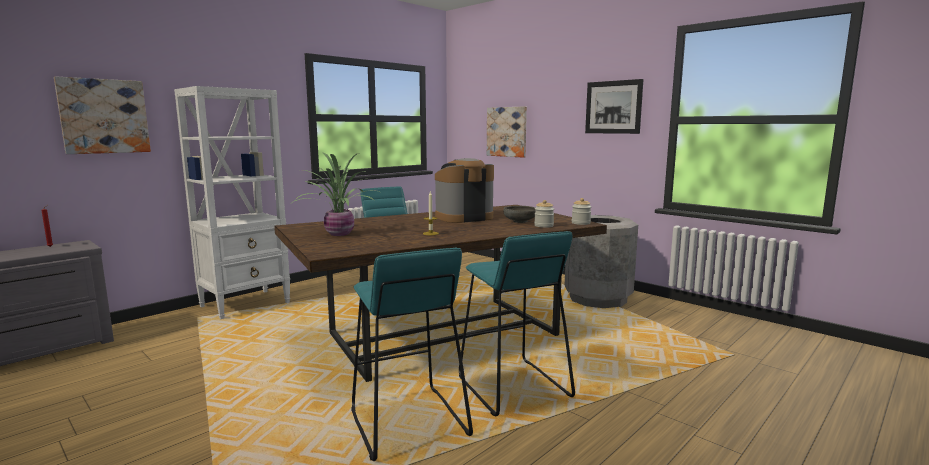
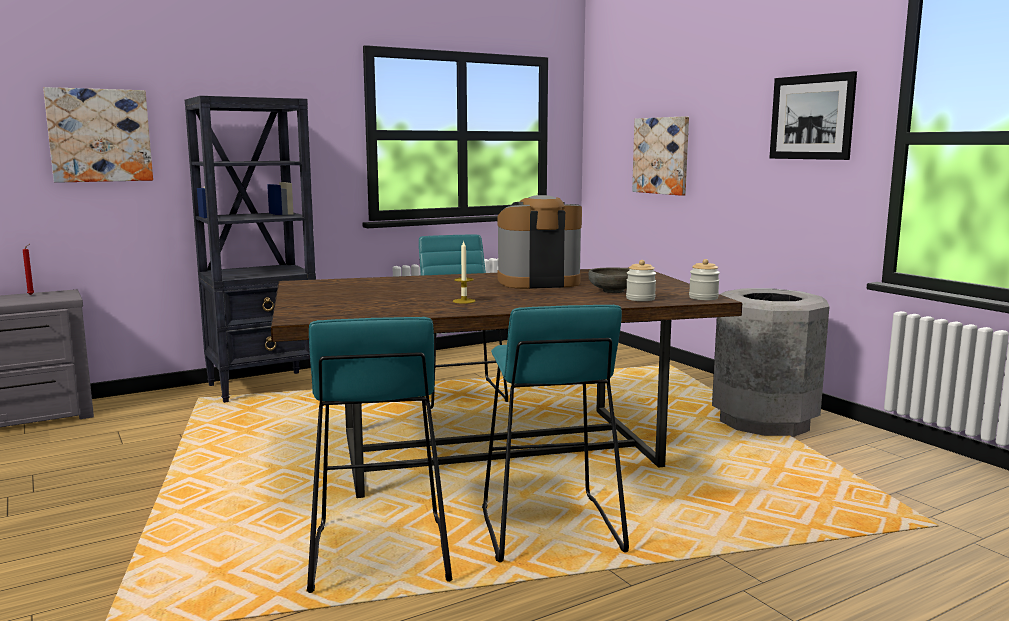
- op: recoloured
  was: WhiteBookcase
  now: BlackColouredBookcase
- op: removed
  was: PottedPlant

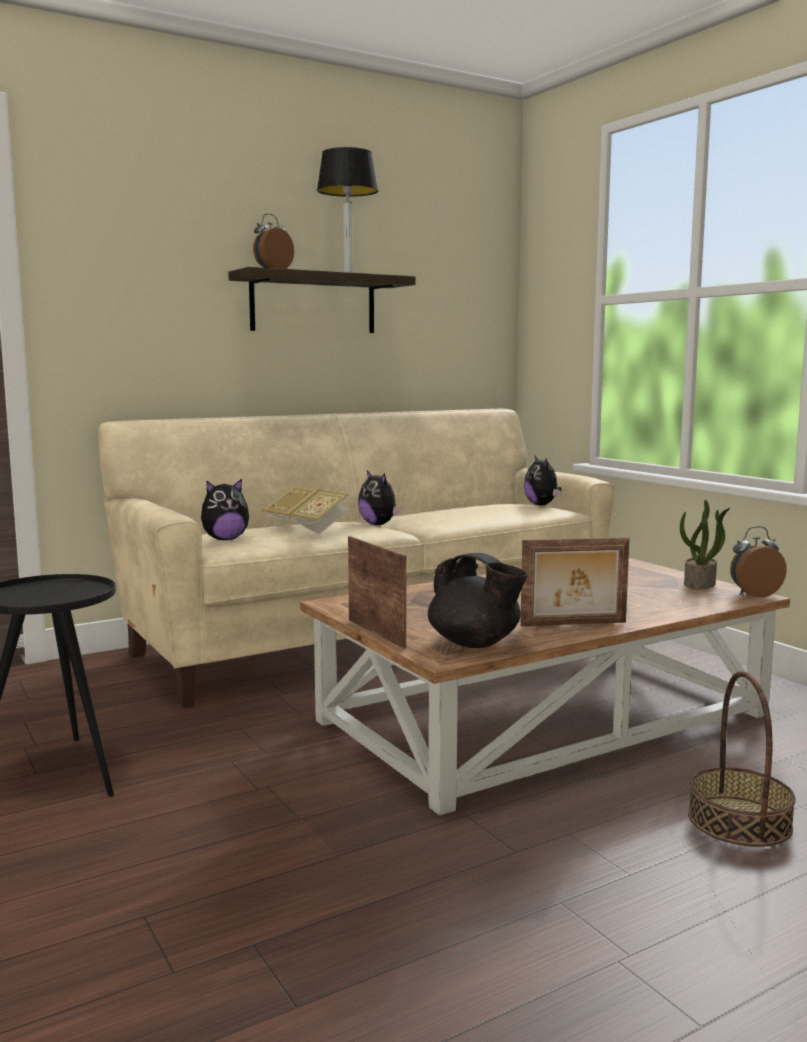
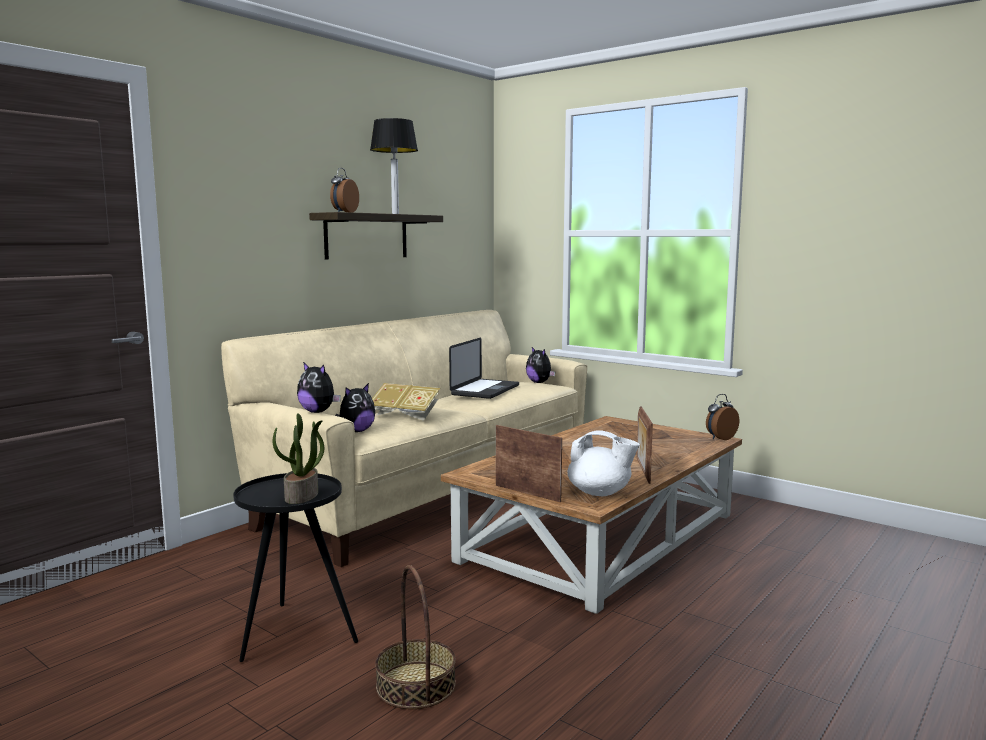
- op: moved
  was: PottedPlant
- op: moved
  was: PlushToy (2nd from left in the first image)
  now: PlushToy (1st from left)
- op: moved
  was: HouseholdBasket
- op: added
  now: Laptop
- op: recoloured
  was: BlackColouredPotForTea
  now: WhitePotForTea
- op: turned
  was: PhotoFrame (2nd from left)
  clockwise: 120

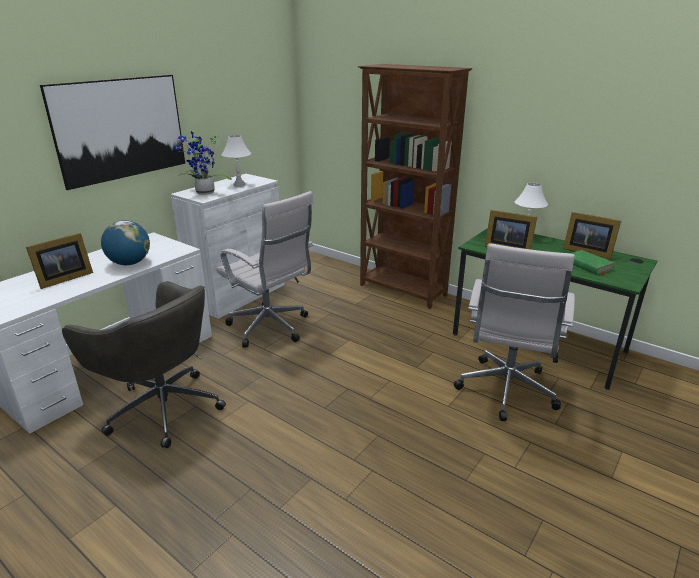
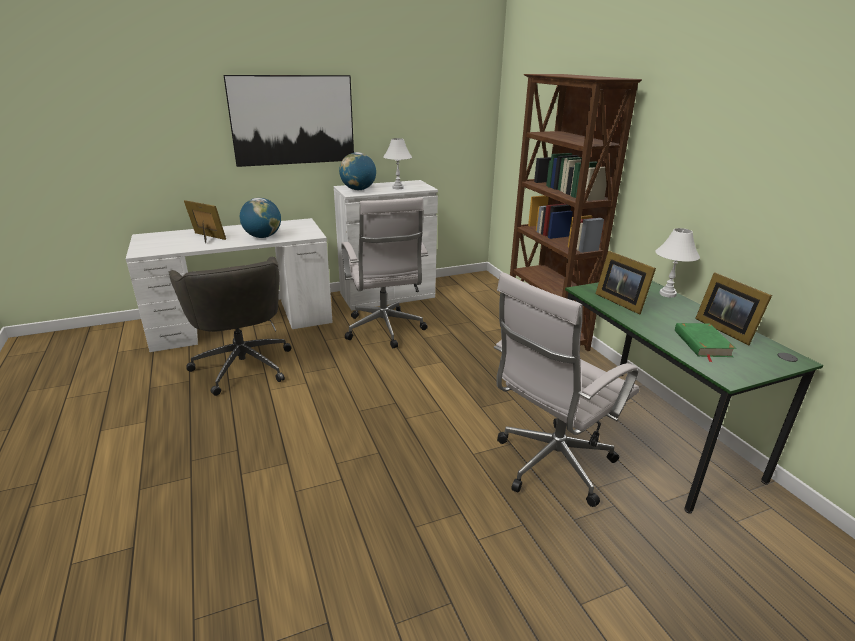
- op: turned
  was: PhotoFrame (1st from left)
  clockwise: -135
- op: replaced
  was: PottedPlant
  now: DeskGlobe (2nd from left)

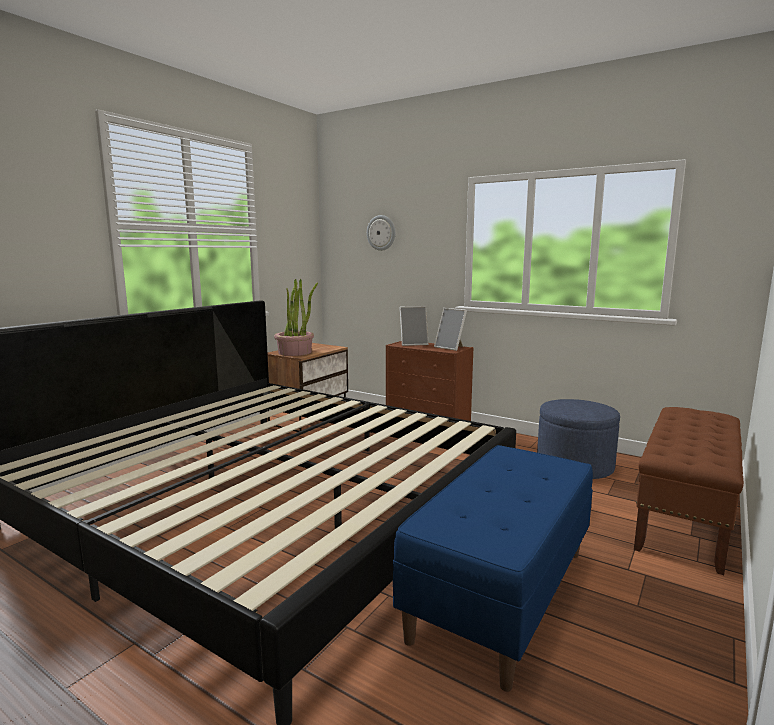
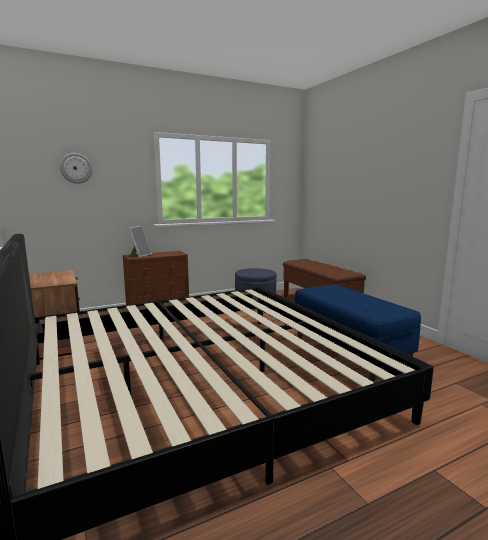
- op: removed
  was: PottedPlant
- op: removed
  was: PhotoFrame (2nd from left)

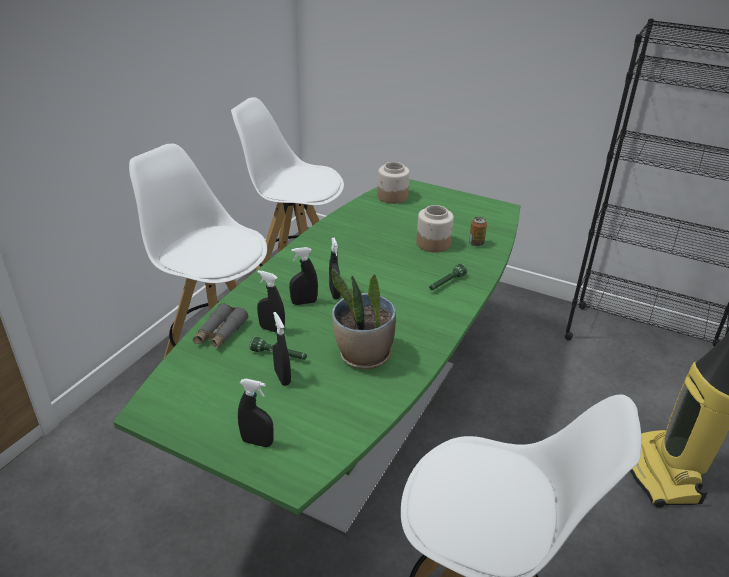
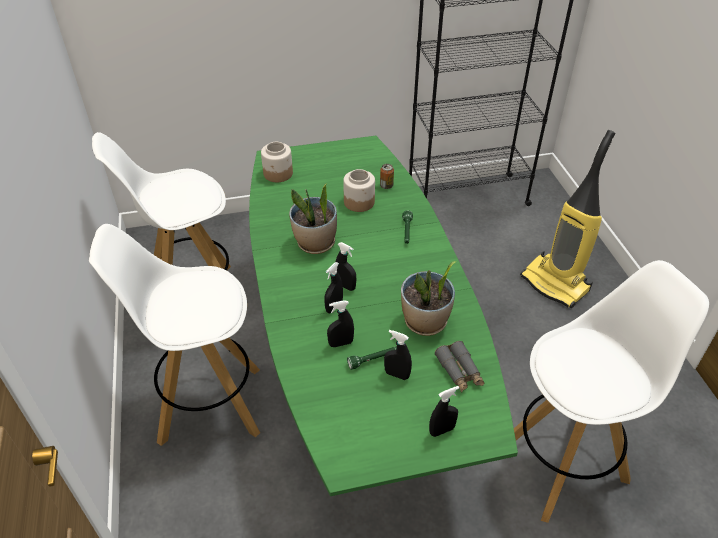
- op: added
  now: PottedPlant (1st from left)
- op: moved
  was: GrayPairOfBinoculars

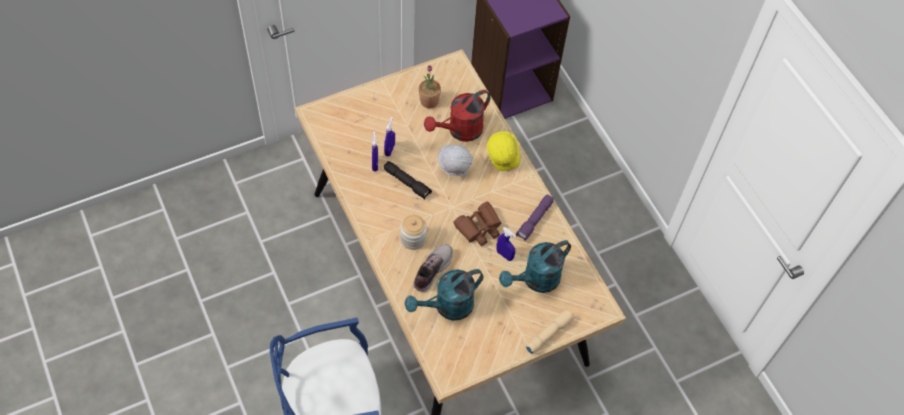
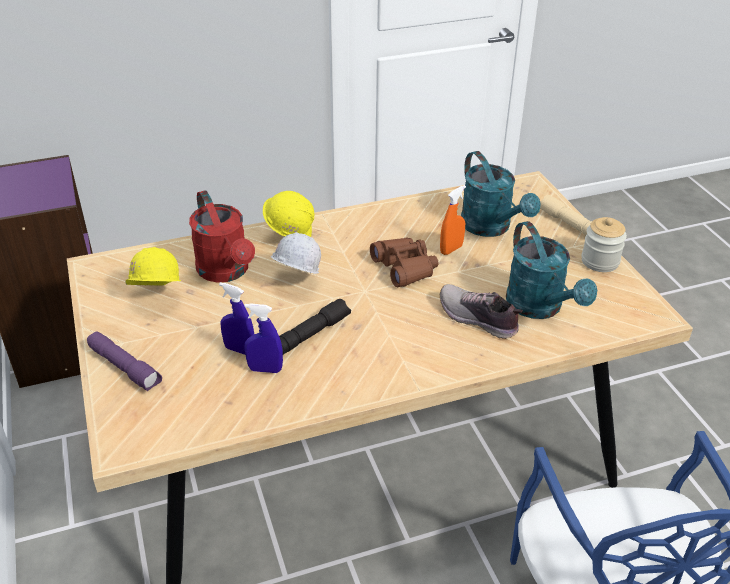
- op: moved
  was: PurpleFlashlight
- op: replaced
  was: PottedPlant
  now: YellowishHardHat (1st from left)
- op: recoloured
  was: BlueSprayBottle (3rd from left)
  now: OrangeColouredSprayBottle
- op: moved
  was: PreserveJar

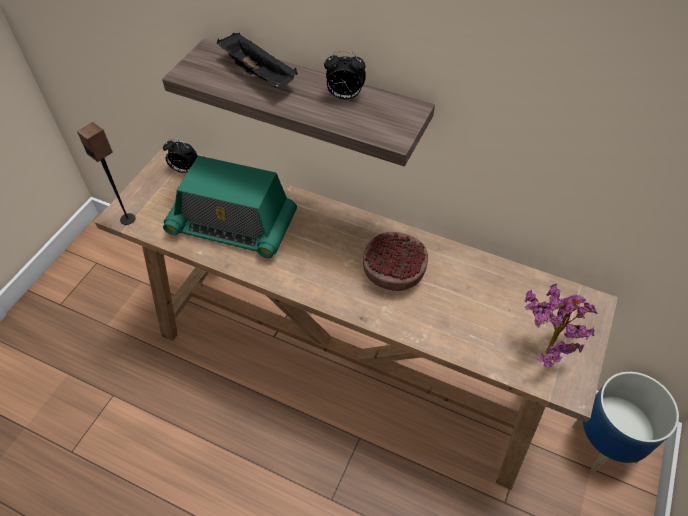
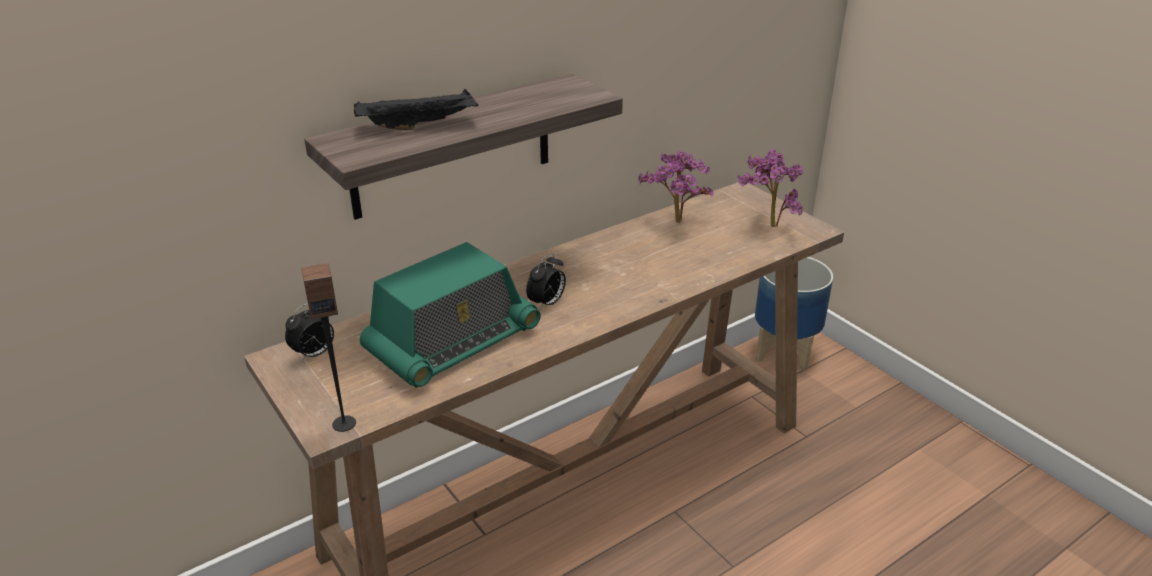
- op: moved
  was: AlarmClock (2nd from left)
- op: added
  now: PottedPlant (1st from left)
- op: removed
  was: DeepDish

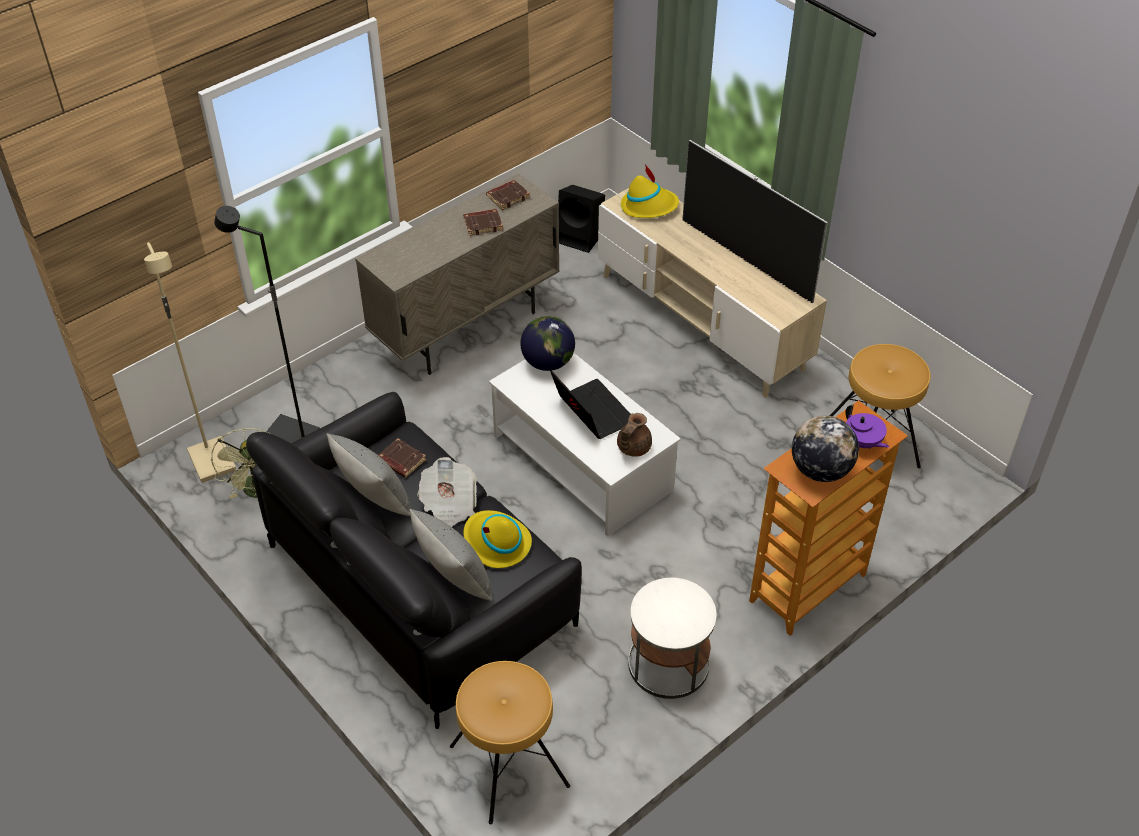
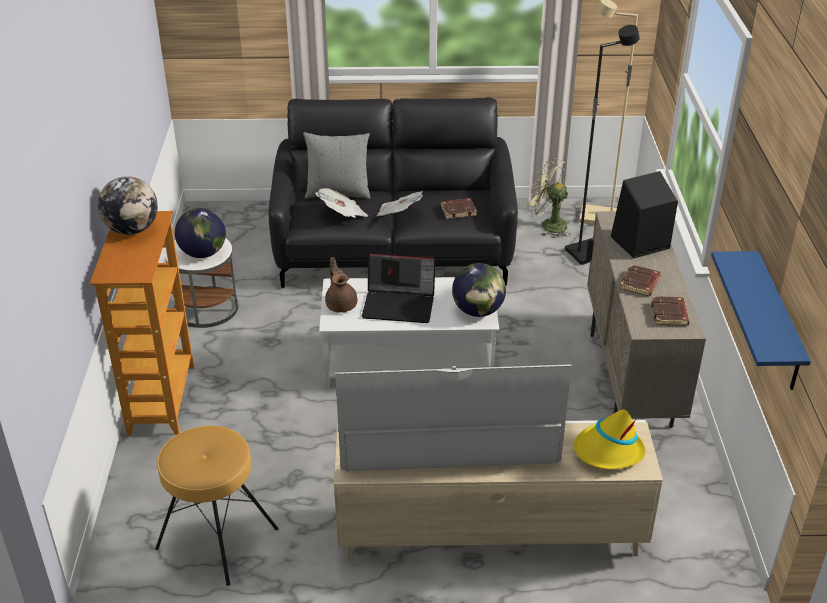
- op: added
  now: DeskGlobe (2nd from left)
- op: replaced
  was: YellowishClothingHat (1st from left)
  now: DailyPaper (1st from left)
- op: moved
  was: BlackColouredAudioSpeaker
- op: added
  now: BlueShelf
- op: removed
  was: GrayPillow (1st from left)
- op: removed
  was: BrownColouredSittingStool (1st from left)
- op: removed
  was: PurplePotForTea

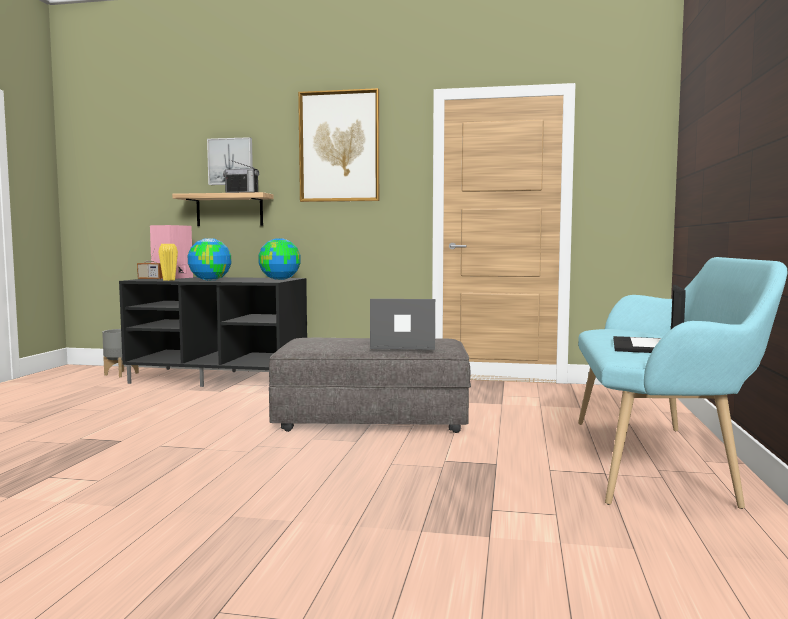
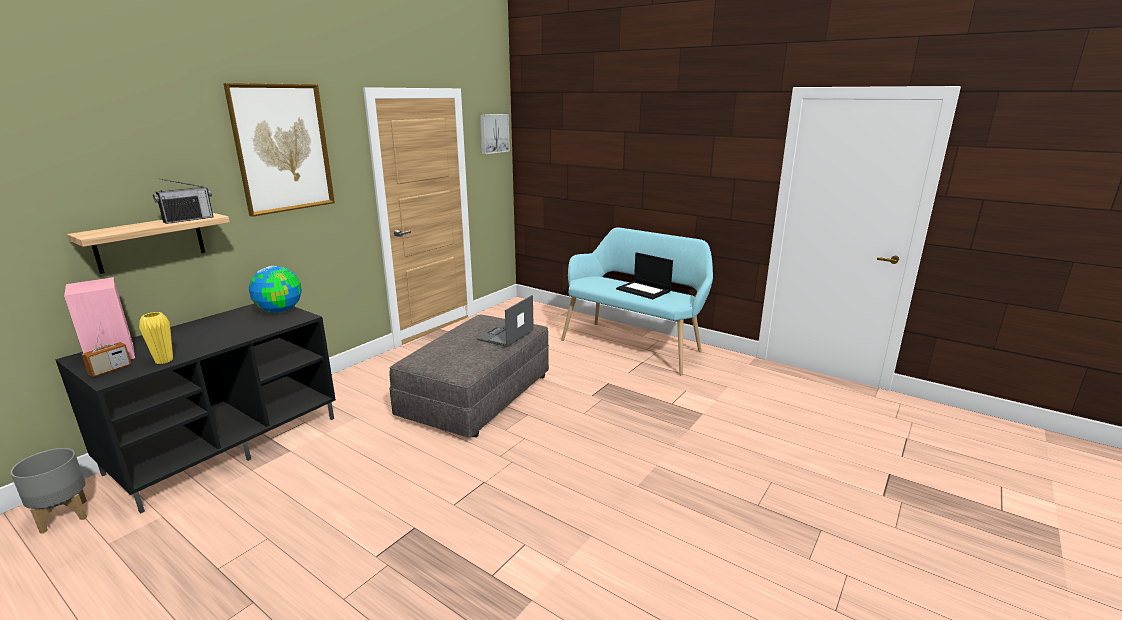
- op: moved
  was: WallArt (1st from left in the first image)
  now: WallArt (2nd from left)
- op: removed
  was: DeskGlobe (1st from left)

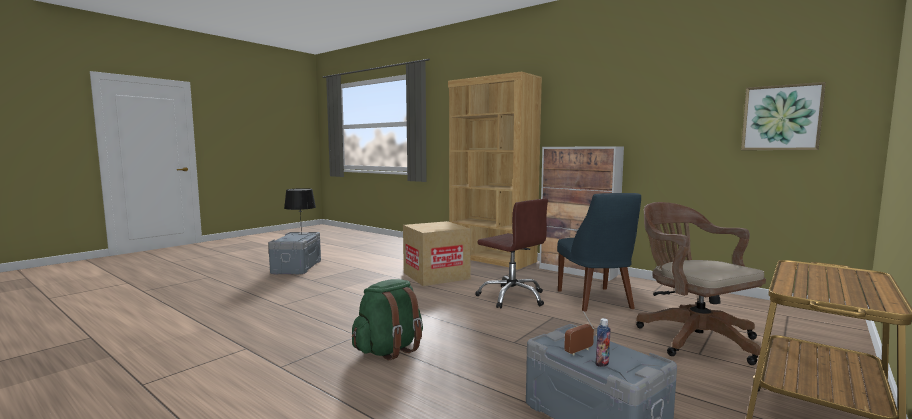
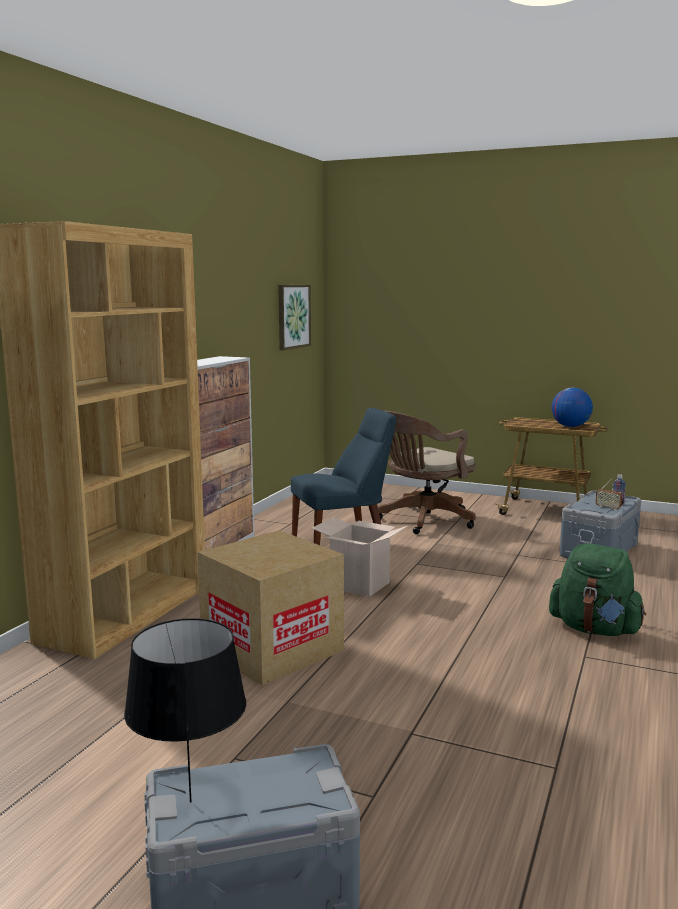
- op: replaced
  was: BrownColouredOfficeChair (1st from left)
  now: CardboardBox (2nd from left)
- op: added
  now: DeskGlobe

